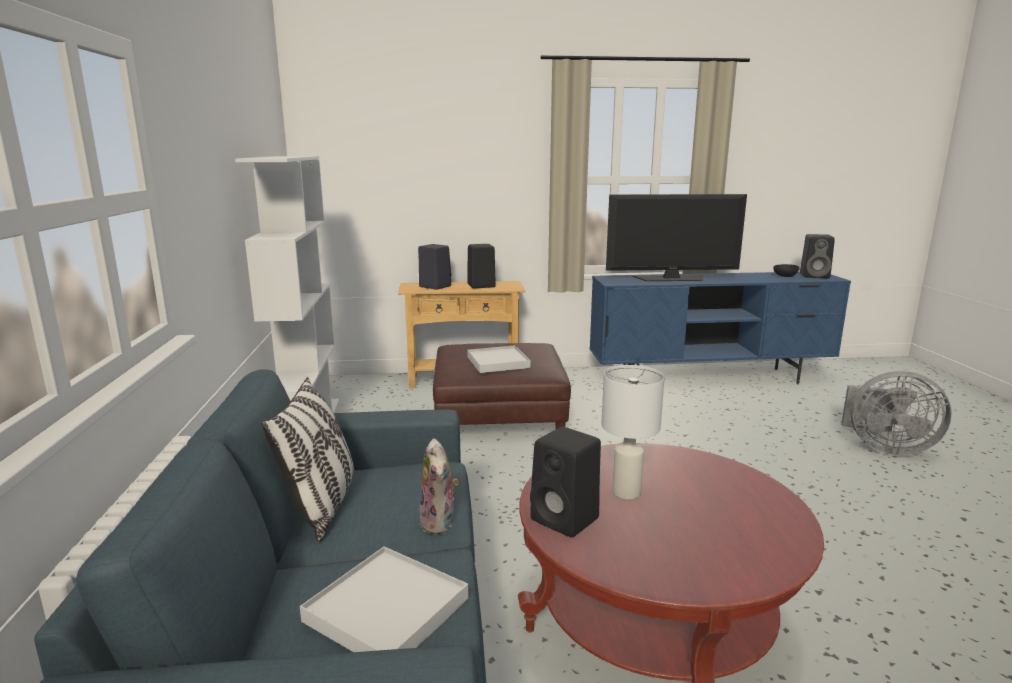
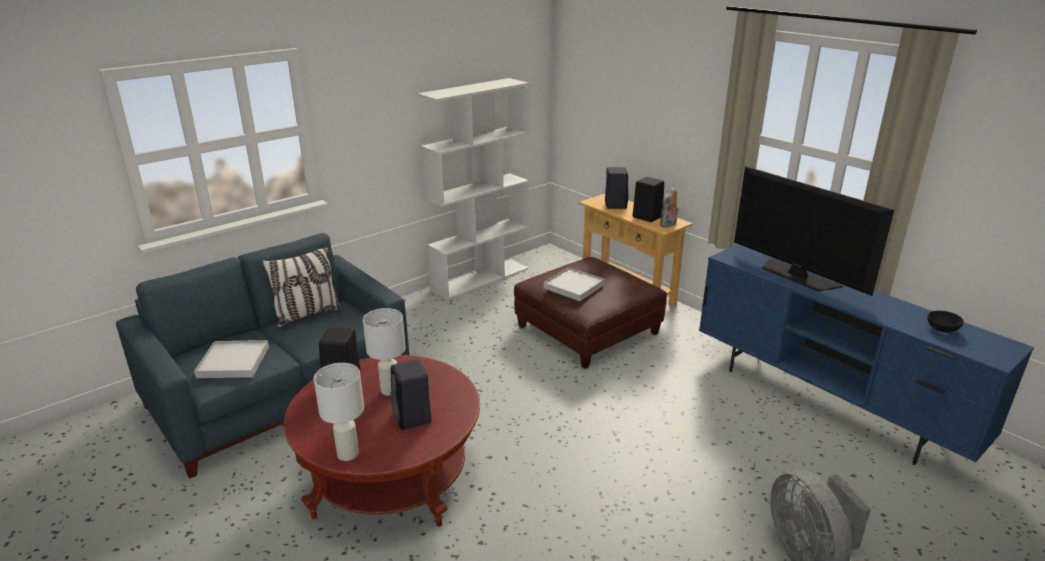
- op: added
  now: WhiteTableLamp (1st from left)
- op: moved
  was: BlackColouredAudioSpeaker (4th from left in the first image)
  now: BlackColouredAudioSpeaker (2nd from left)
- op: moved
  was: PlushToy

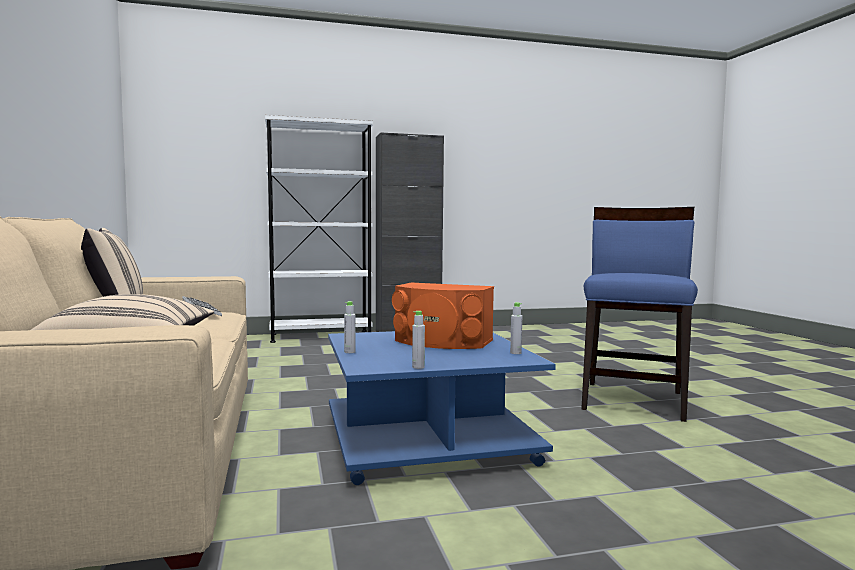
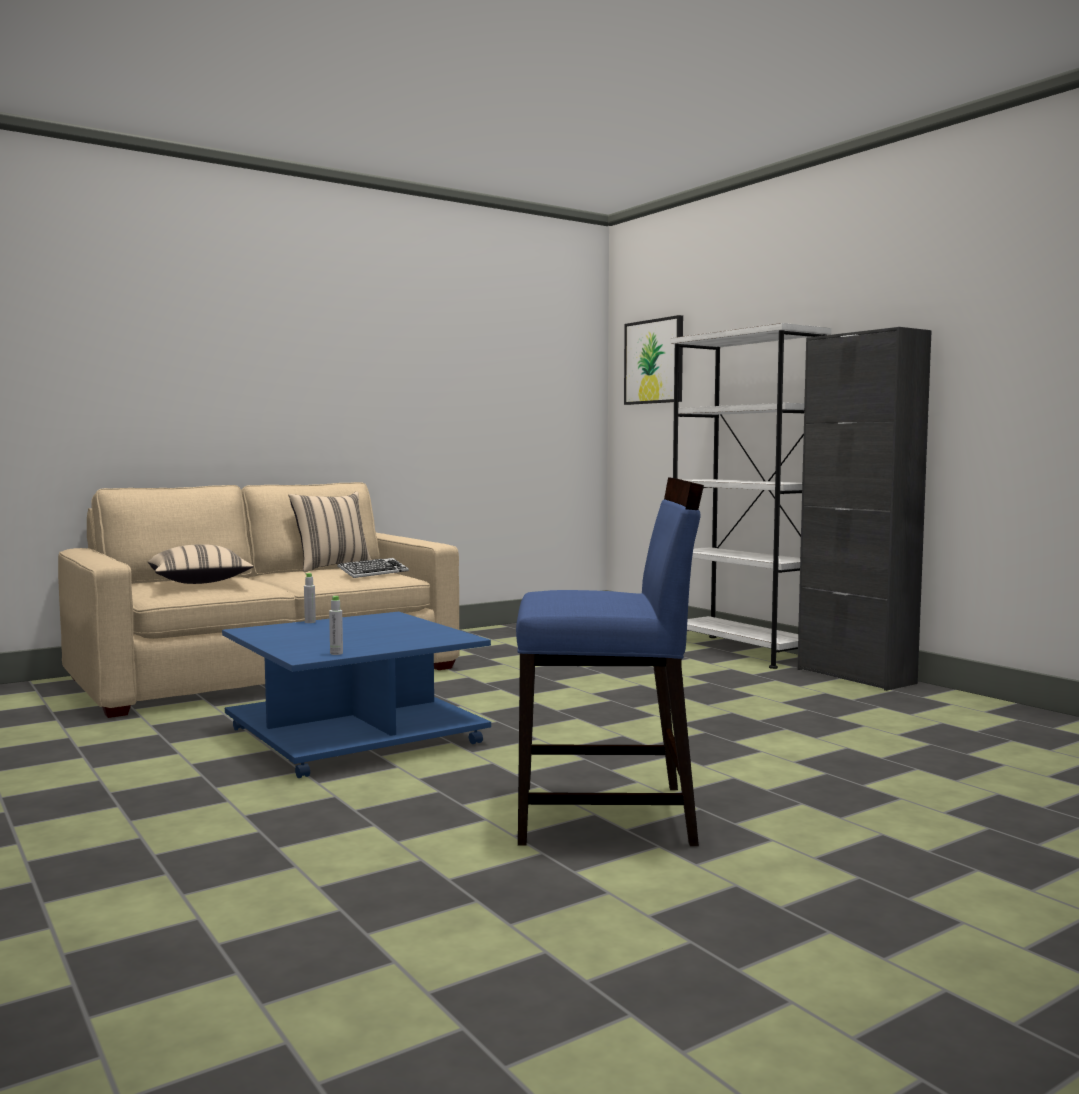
- op: added
  now: WallArt
- op: removed
  was: OrangeColouredAudioSpeaker
- op: removed
  was: GrayDrinkBottle (2nd from left)

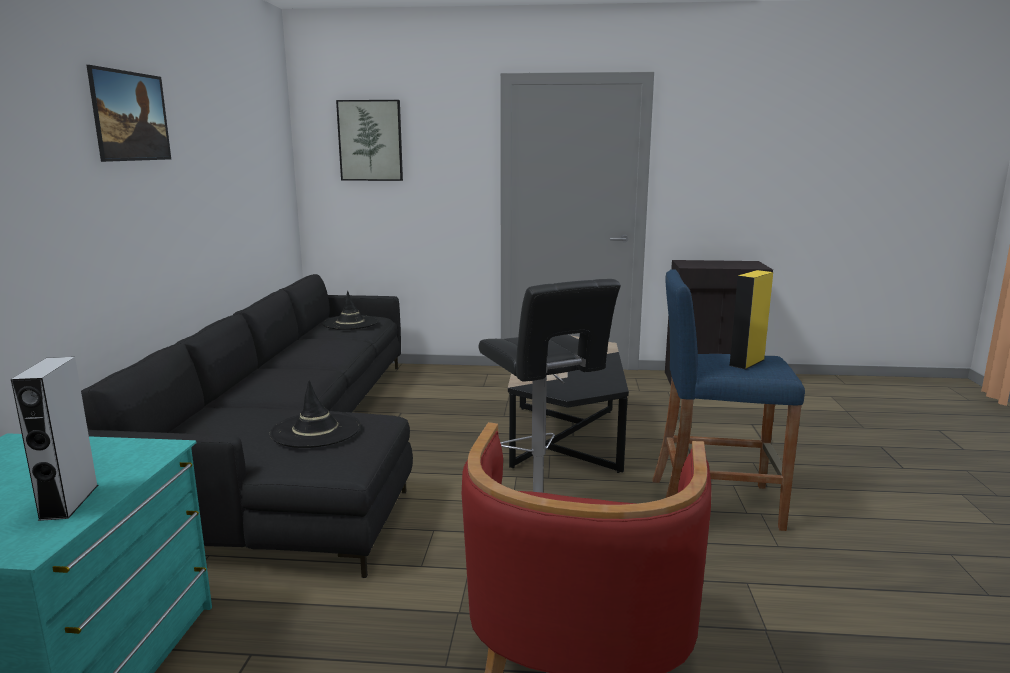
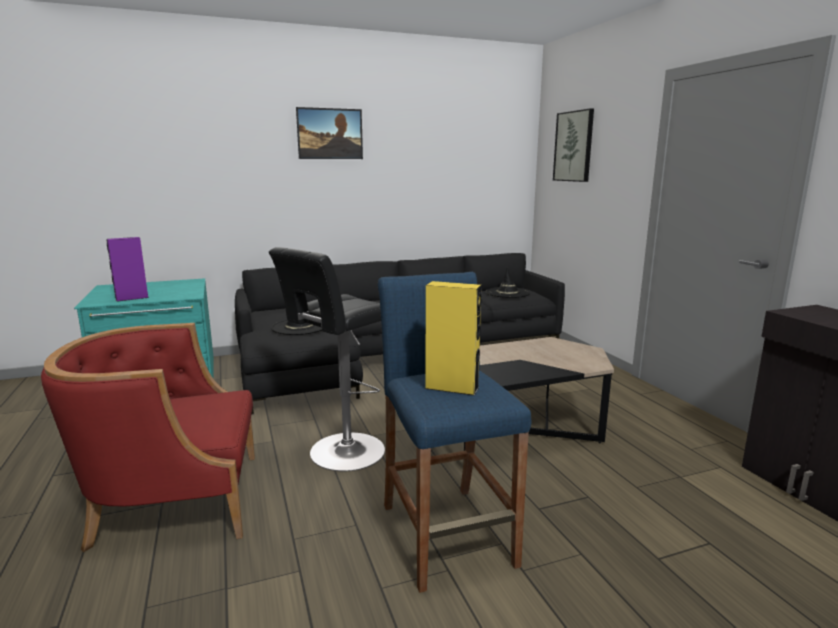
- op: recoloured
  was: GrayAudioSpeaker
  now: PurpleAudioSpeaker

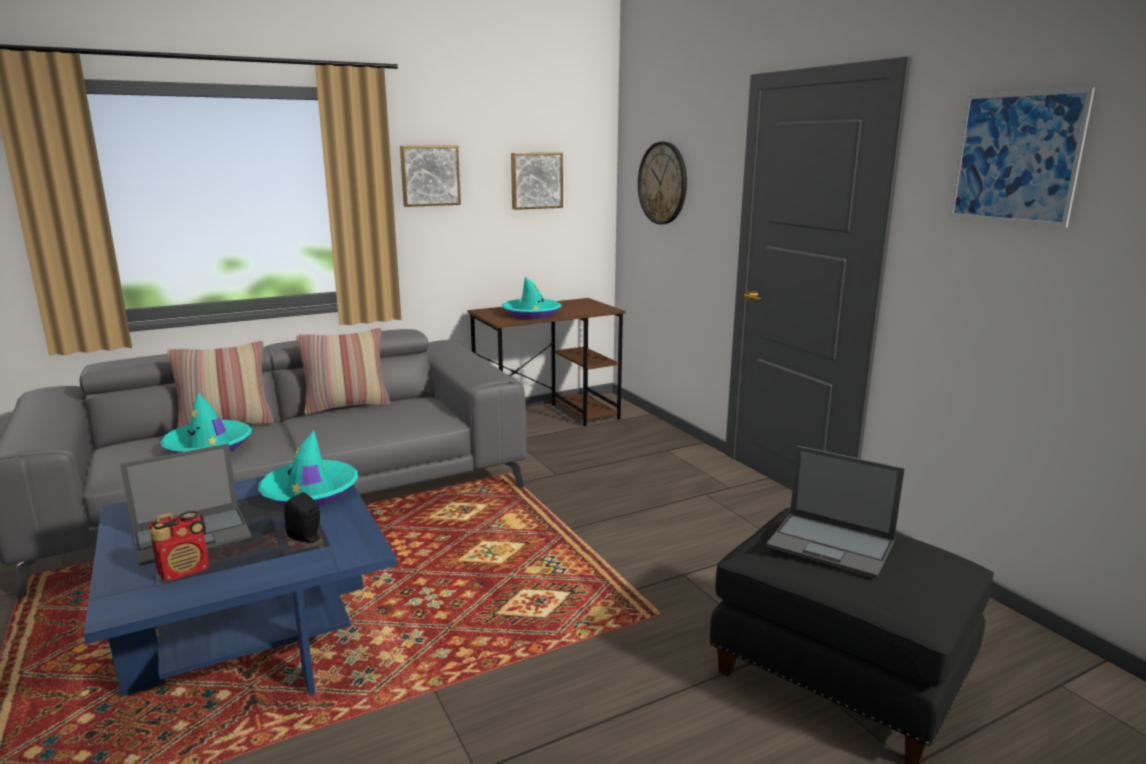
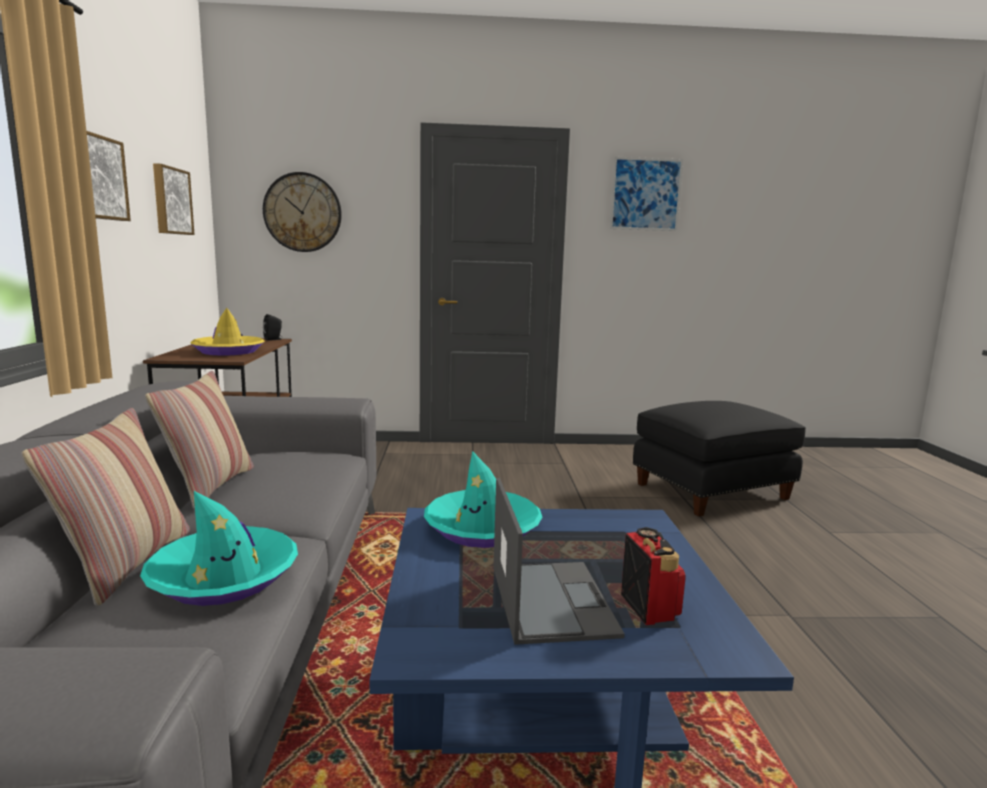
- op: recoloured
  was: BlueGreenClothingHat (3rd from left)
  now: YellowishClothingHat
- op: moved
  was: BlackColouredAudioSpeaker
- op: removed
  was: Laptop (2nd from left)

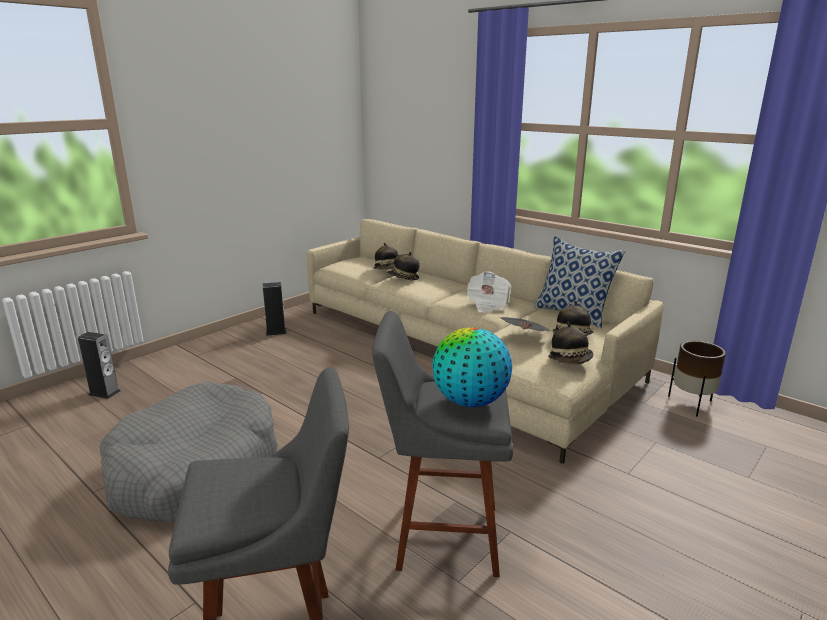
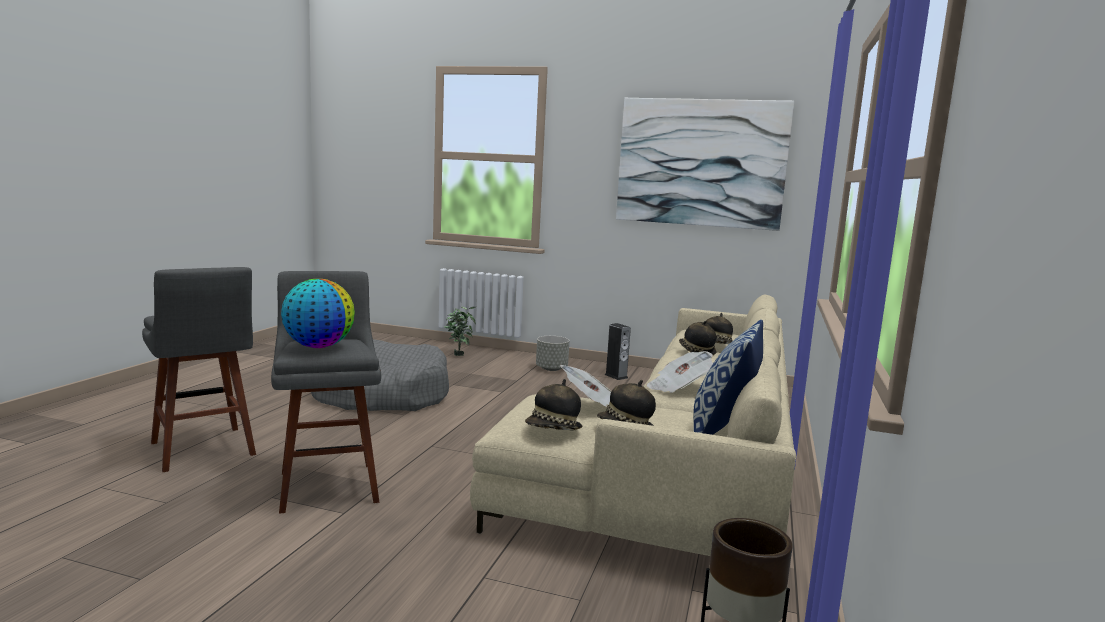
- op: replaced
  was: AudioSpeaker (1st from left)
  now: PottedPlant
- op: added
  now: GrayPlanter
- op: added
  now: WallArt

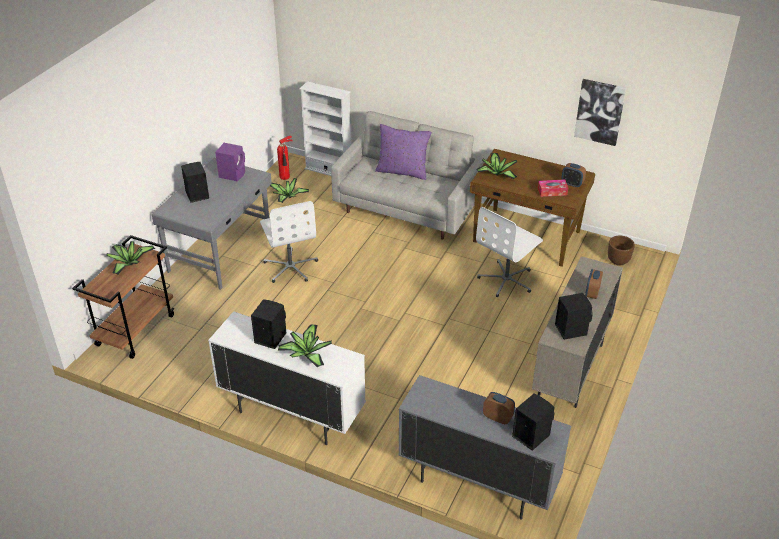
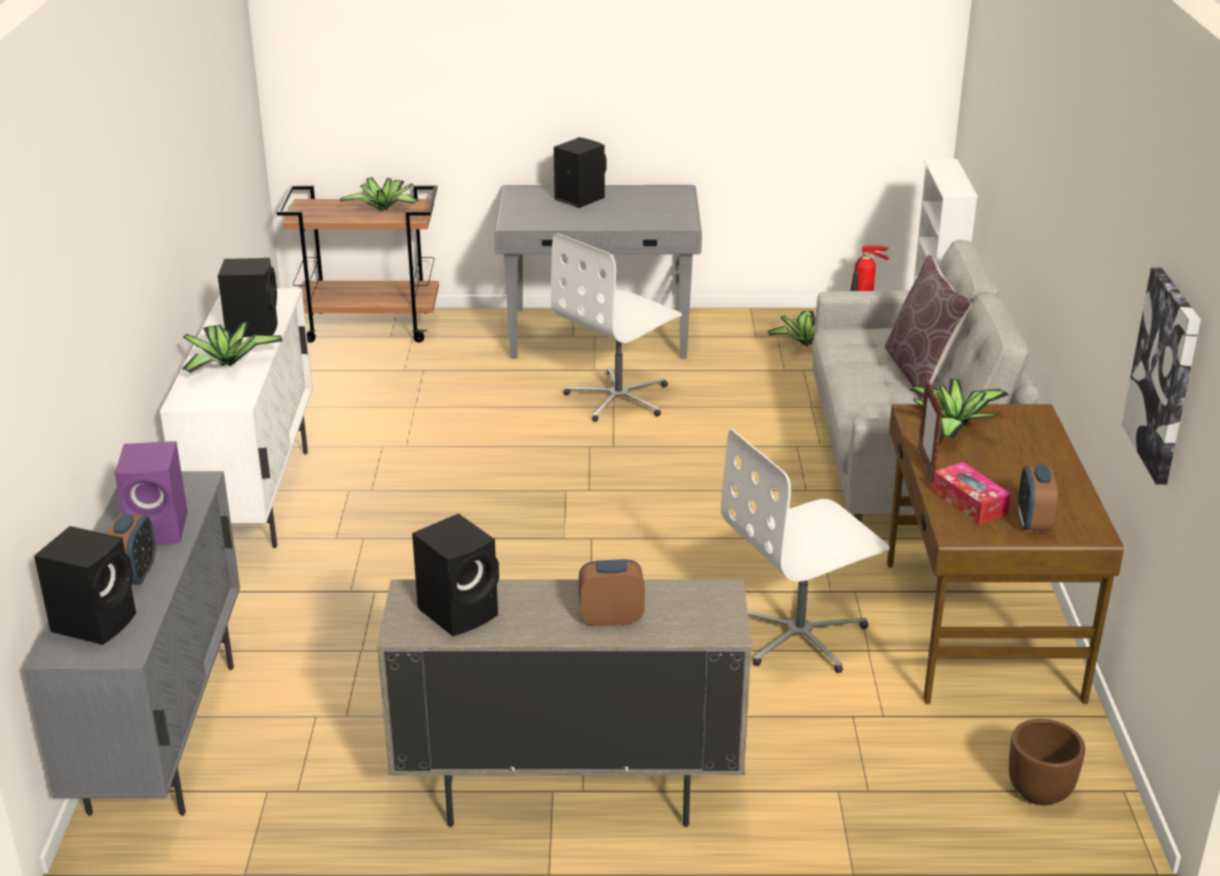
- op: moved
  was: PurpleAudioSpeaker
- op: turned
  was: WhiteOfficeChair (2nd from left)
  clockwise: -45
- op: recoloured
  was: PurplePillow
  now: BrownColouredPillow
- op: added
  now: PhotoFrame

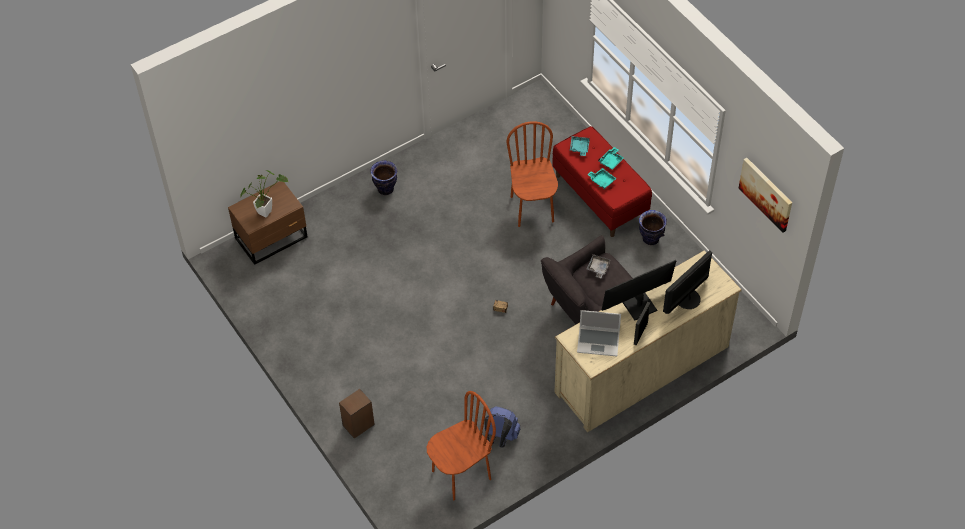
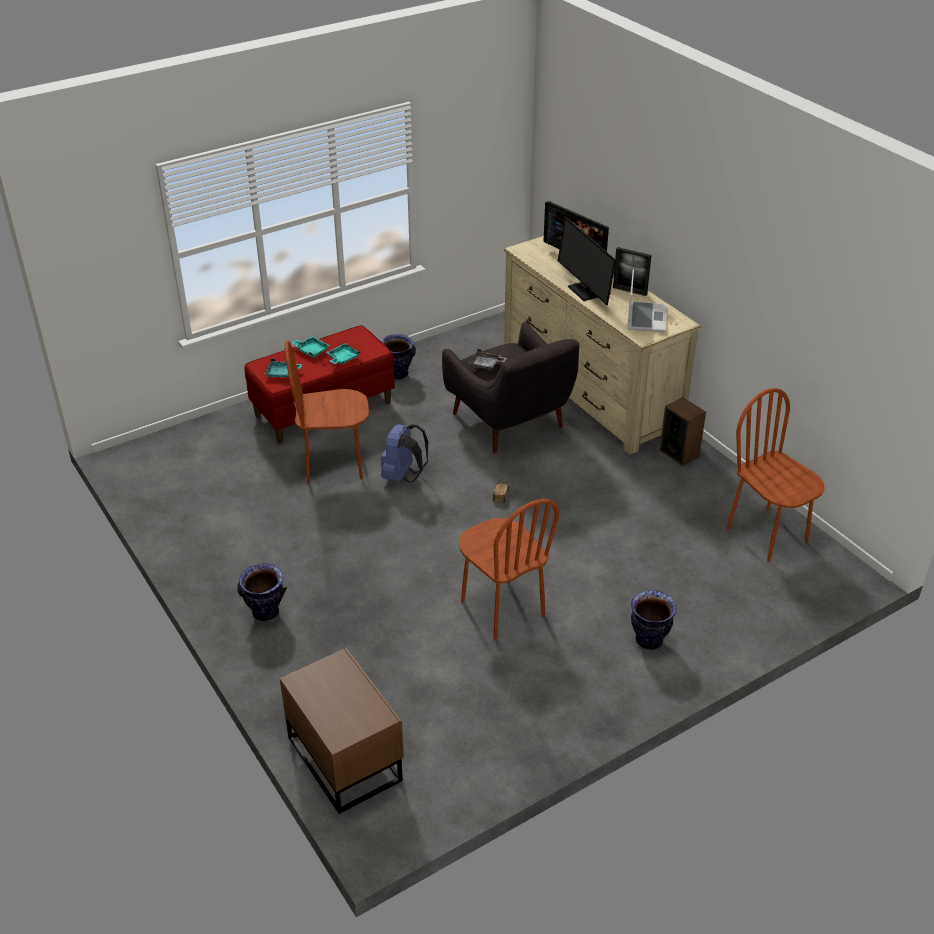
- op: moved
  was: BlueKnapsack
- op: added
  now: BrownColouredUprightChair (2nd from left)
- op: added
  now: FlowerVase (3rd from left)
- op: moved
  was: AudioSpeaker
- op: removed
  was: PottedPlant
- op: removed
  was: WallArt

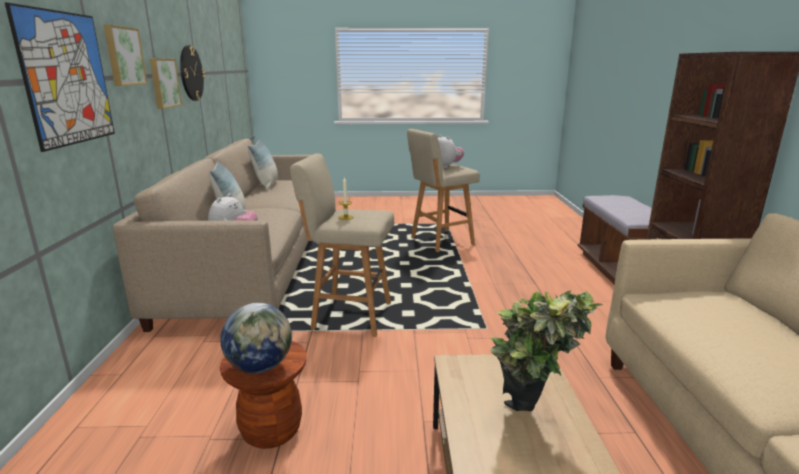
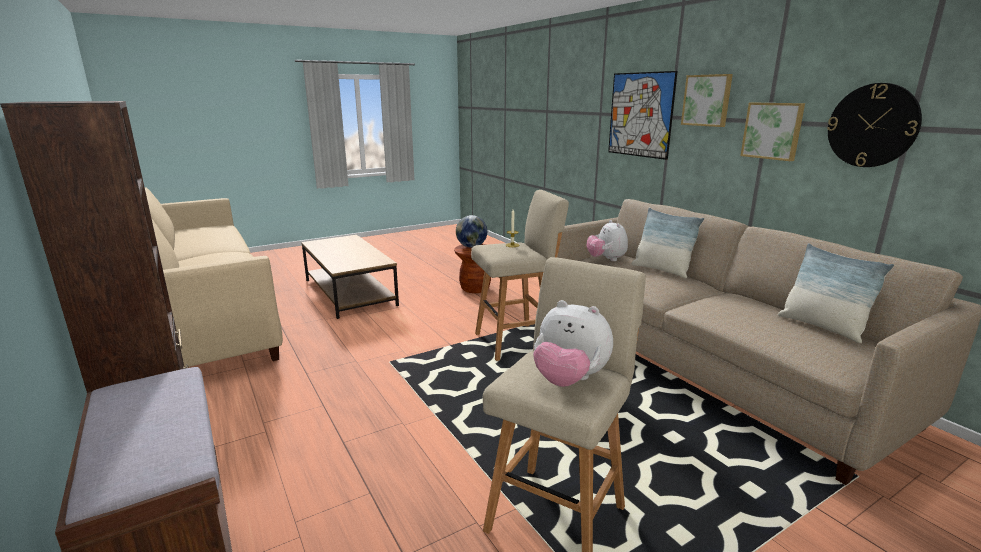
- op: removed
  was: PottedPlant

